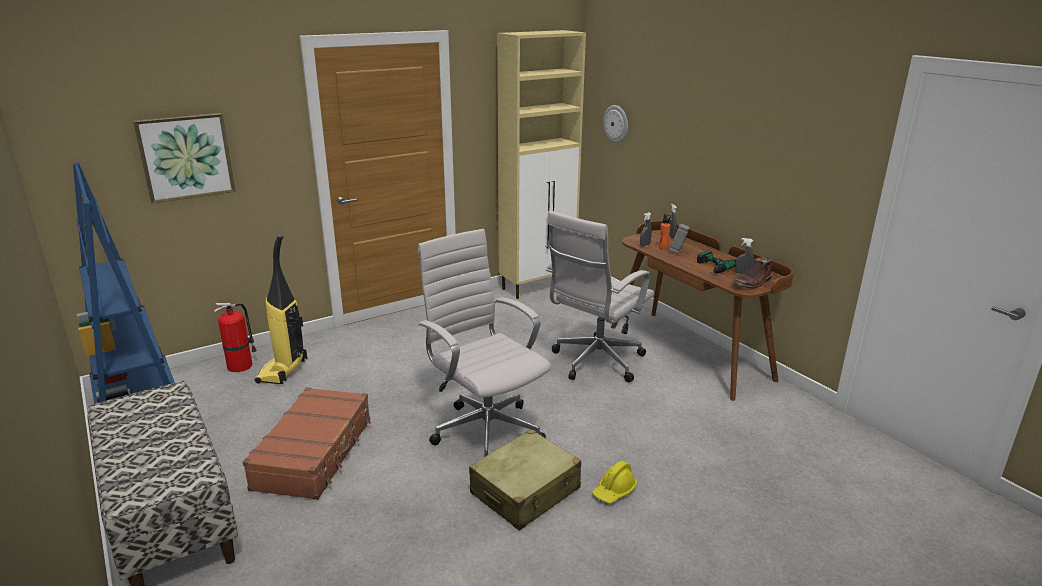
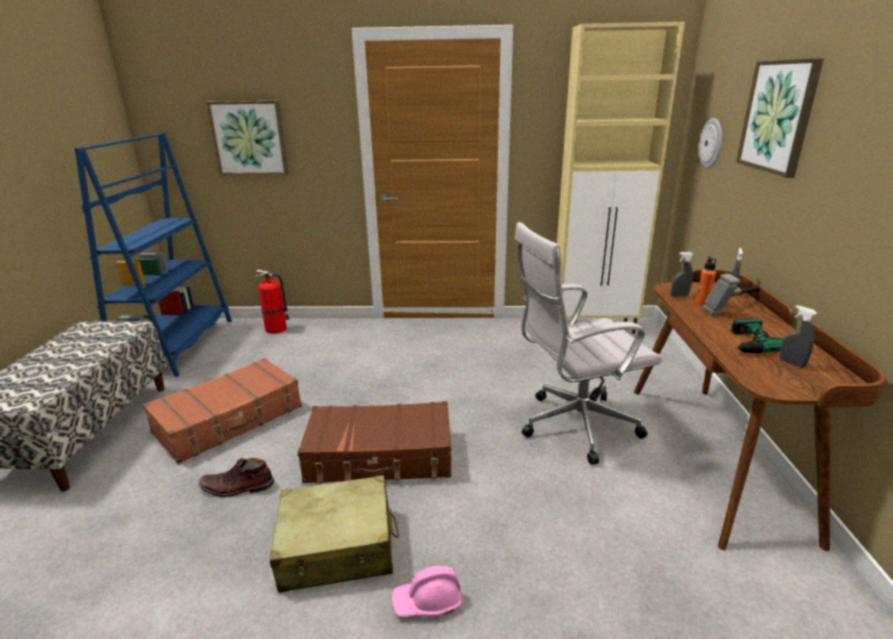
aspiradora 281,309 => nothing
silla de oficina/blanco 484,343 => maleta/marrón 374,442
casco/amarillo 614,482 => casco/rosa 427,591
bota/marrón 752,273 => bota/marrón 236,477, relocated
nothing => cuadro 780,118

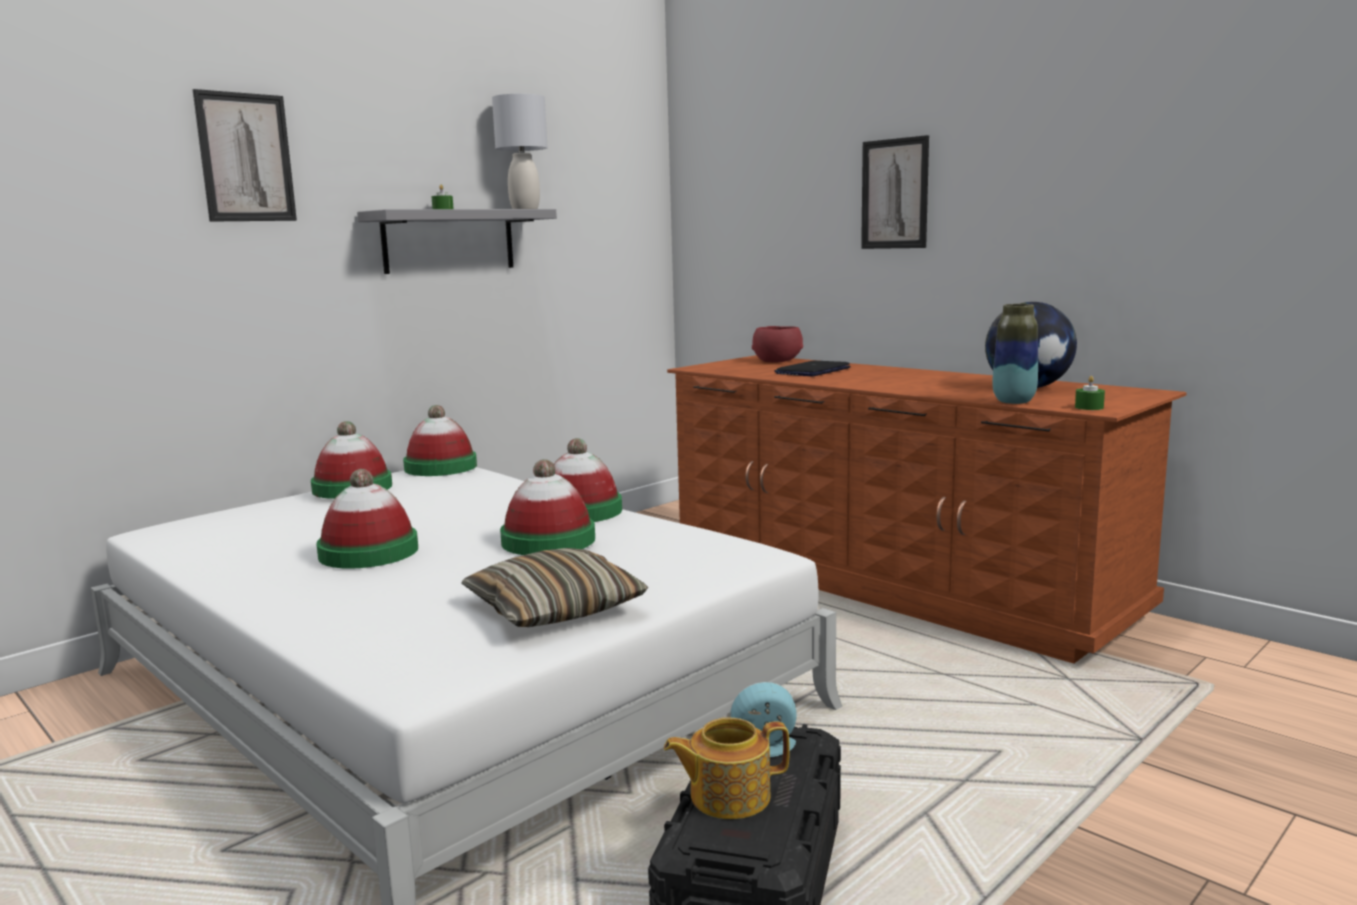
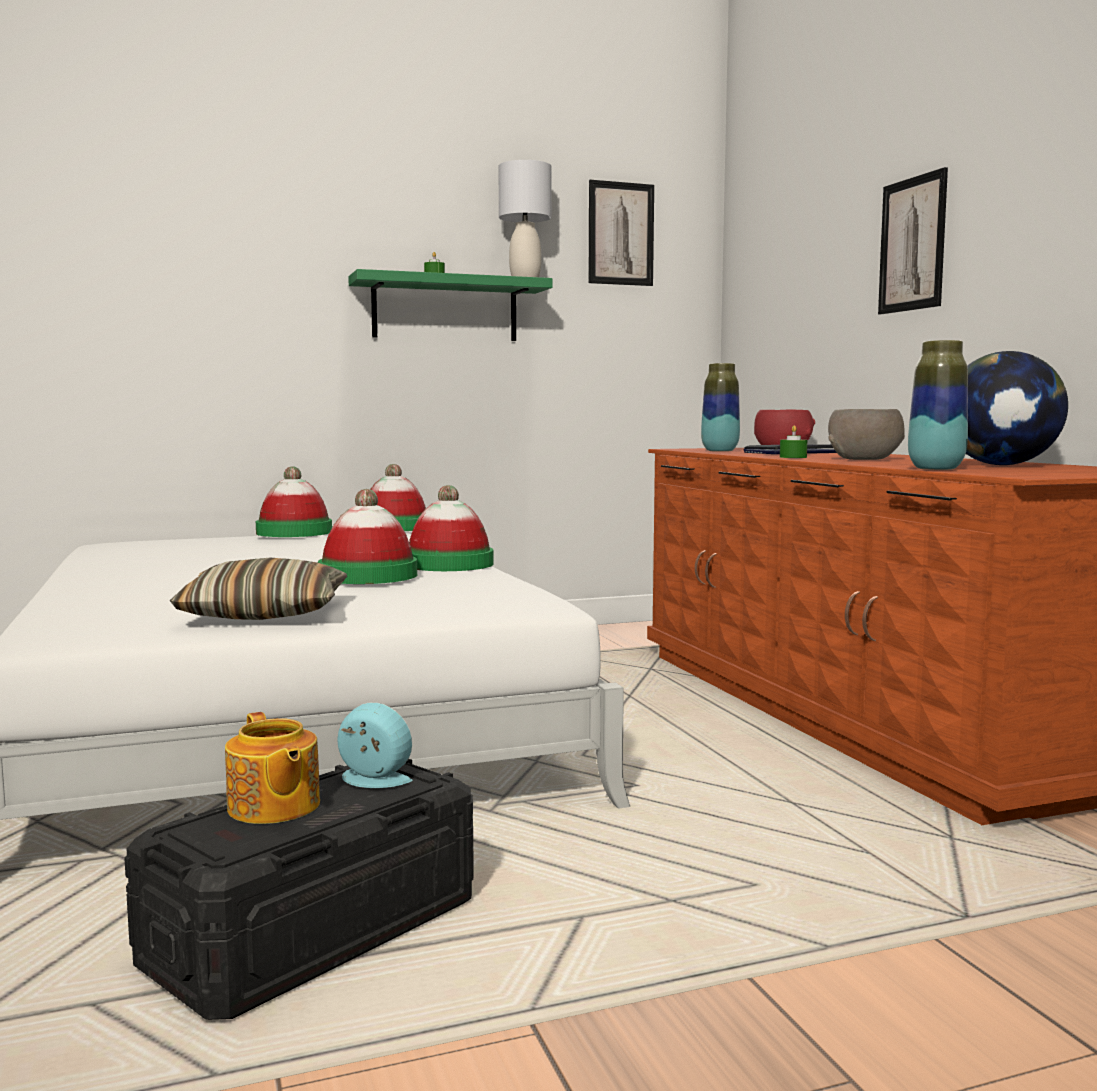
cuadro 244,155 => cuadro 621,233, relocated
sombrero 367,519 => nothing
estante/gris 457,241 => estante/verde 450,305
tetera 727,768 => tetera 272,768, 135 degrees counterclockwise
vela/verde 1090,393 => vela/verde 793,441, relocated
nothing => florero 720,407
nothing => cuenco/gris 866,434

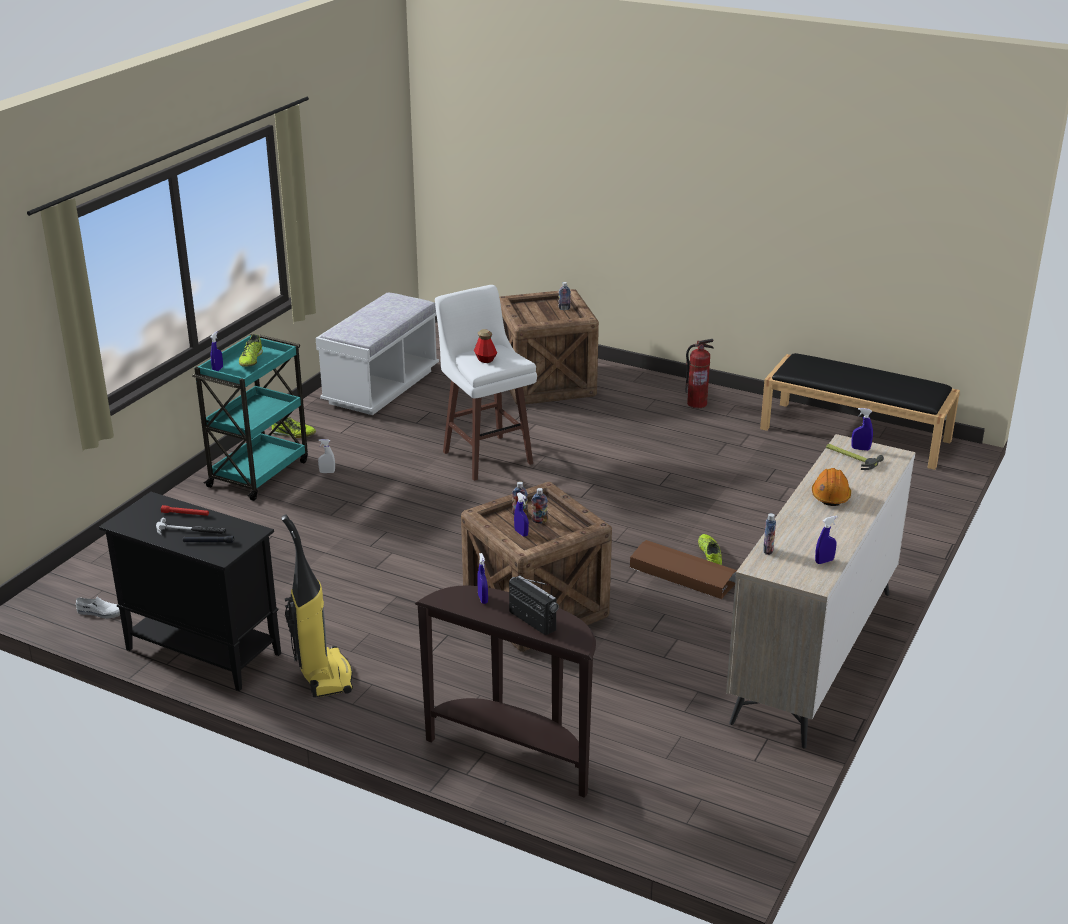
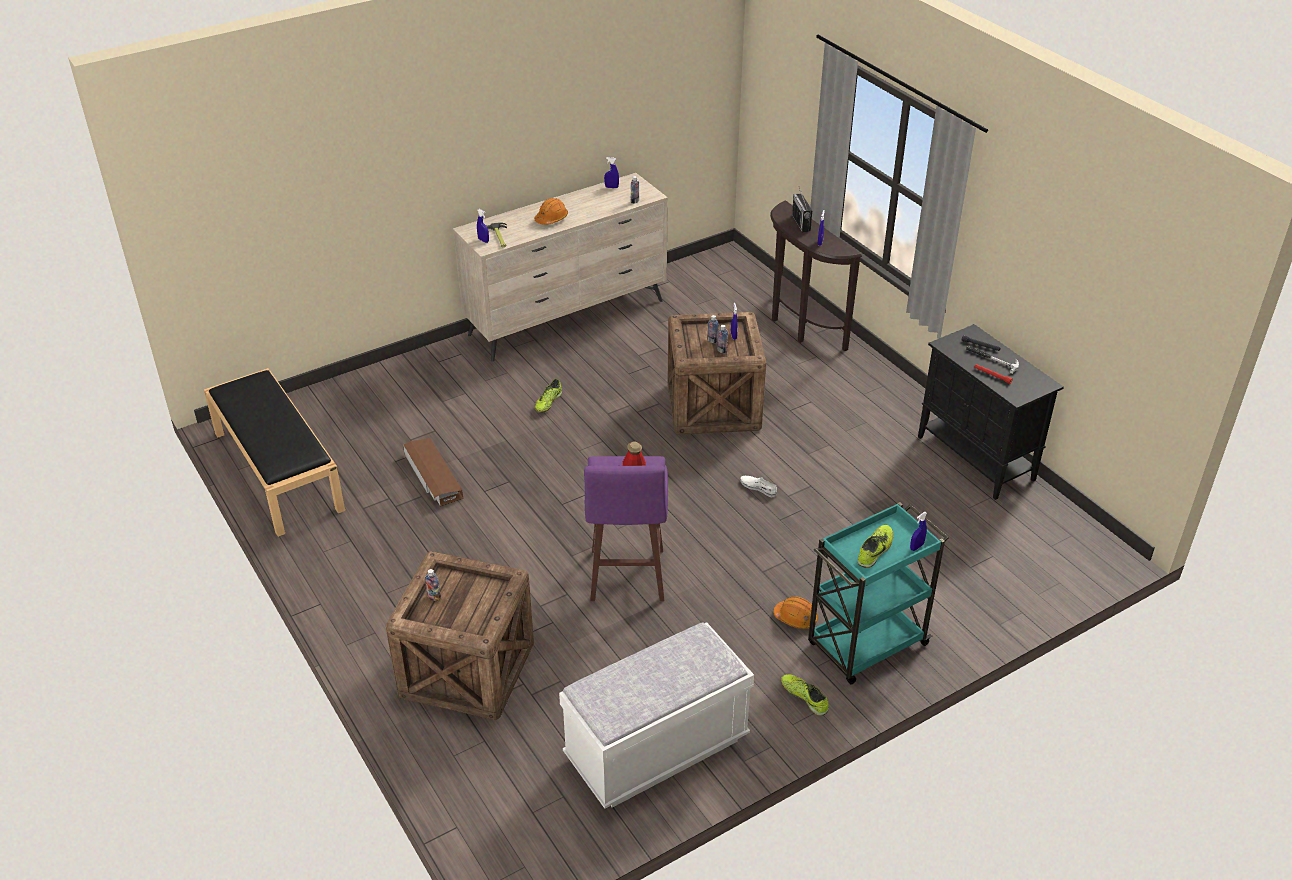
zapato/blanco 98,608 => zapato/blanco 758,486, relocated
aspiradora 317,606 => nothing
pulverizador/blanco 326,456 => casco/naranja 795,612
taburete/blanco 486,383 => taburete/morado 626,528
caja de almacenaje/marrón 683,569 => caja de almacenaje/marrón 433,472, relocated
extintor 699,373 => nothing

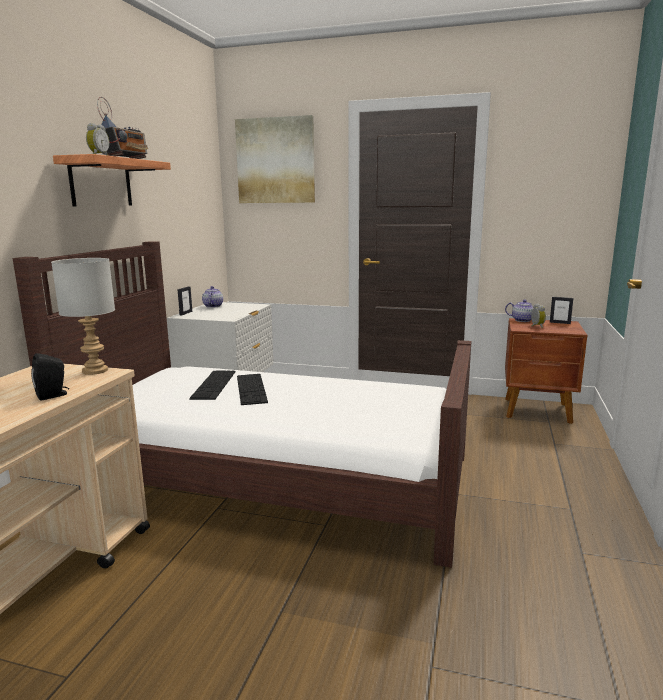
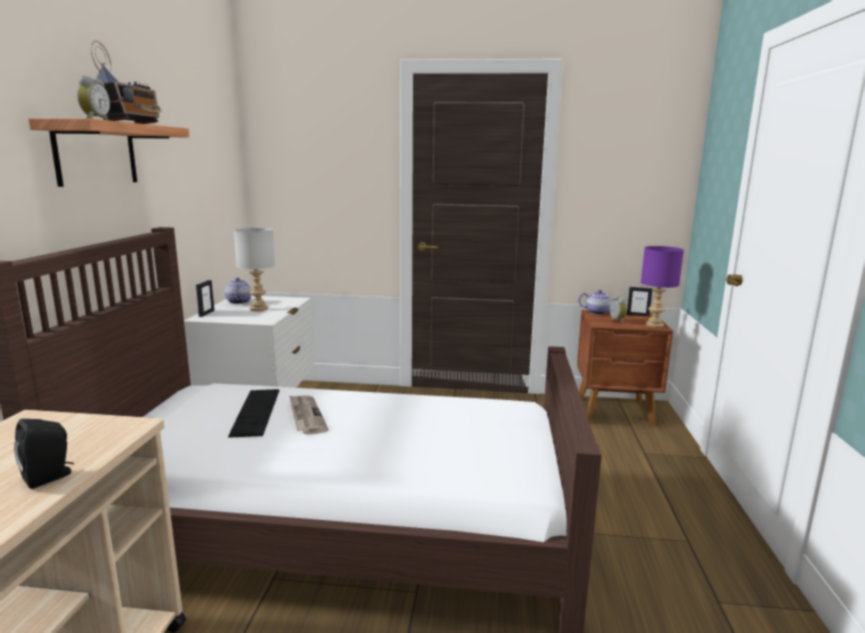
lámpara de mesa/gris 83,316 => lámpara de mesa/gris 254,269, relocated
cuadro 275,159 => nothing
teclado 252,389 => periódico 309,415
nothing => lámpara de mesa/morado 662,287

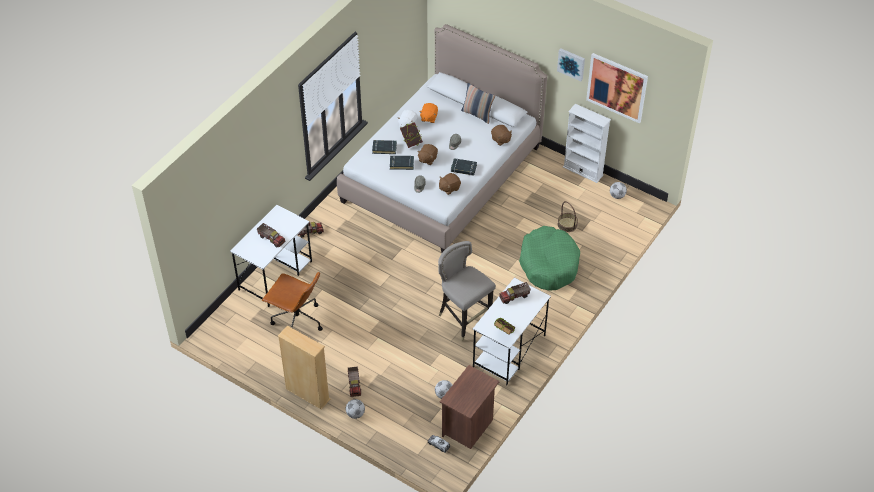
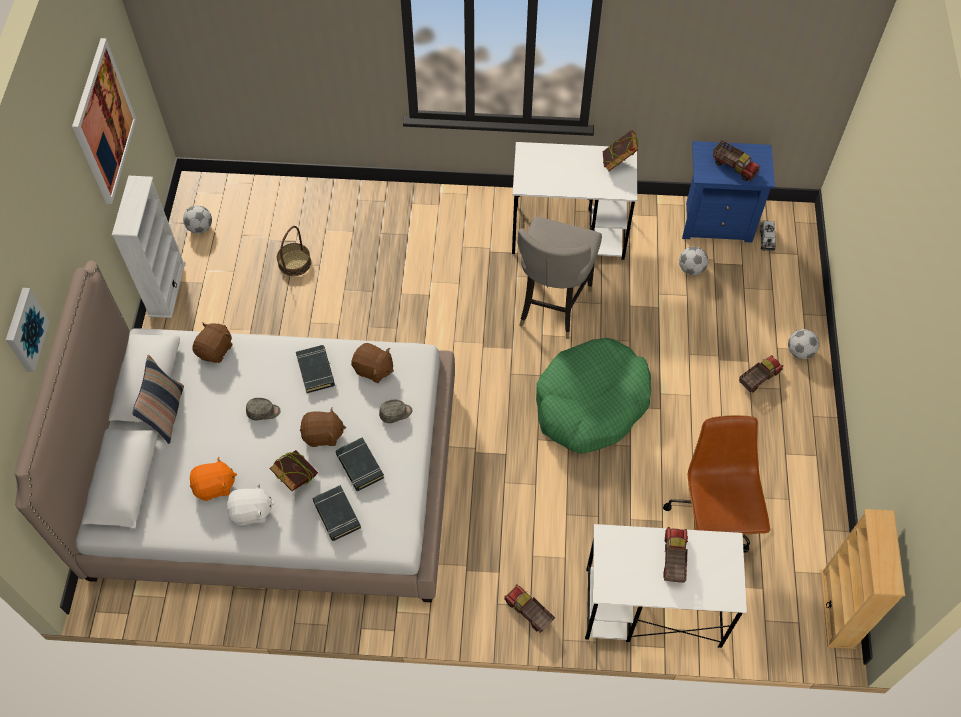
estantería/beis 304,368 => estantería/beis 863,579, relocated
mesita de noche/marrón 469,407 => mesita de noche/azul 728,191
camión de juguete 515,293 => camión de juguete 736,160, relocated
cama para perro/verde 549,258 => cama para perro/verde 593,396, relocated
cuadro 571,64 => cuadro 28,330, relocated

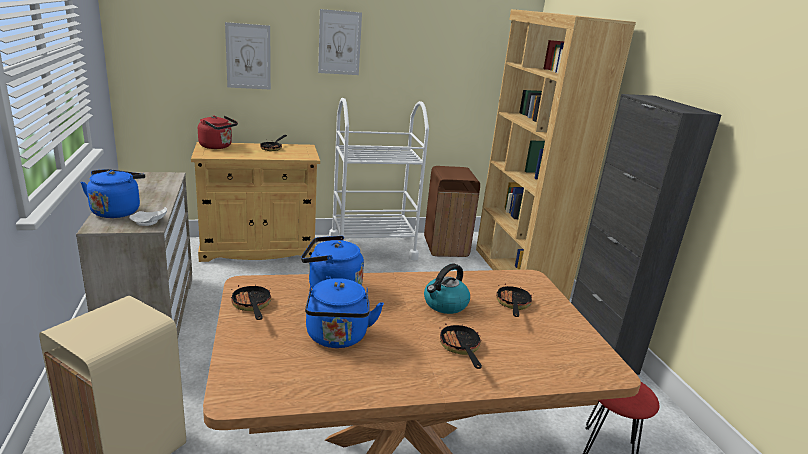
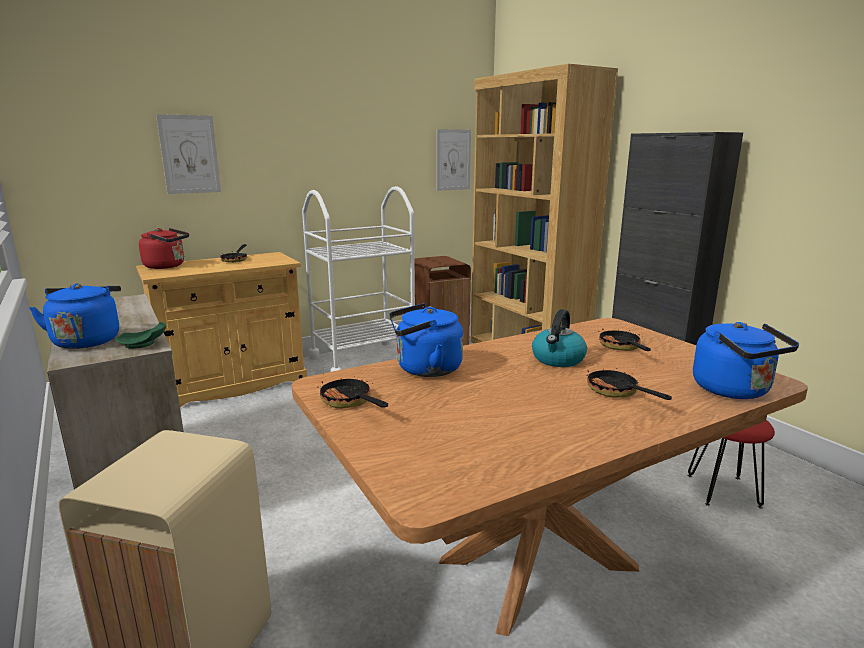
plato/blanco 148,216 => plato/verde 140,335
hervidor/azul 344,313 => hervidor/azul 746,360, relocated
cuadro 340,42 => cuadro 453,160, relocated

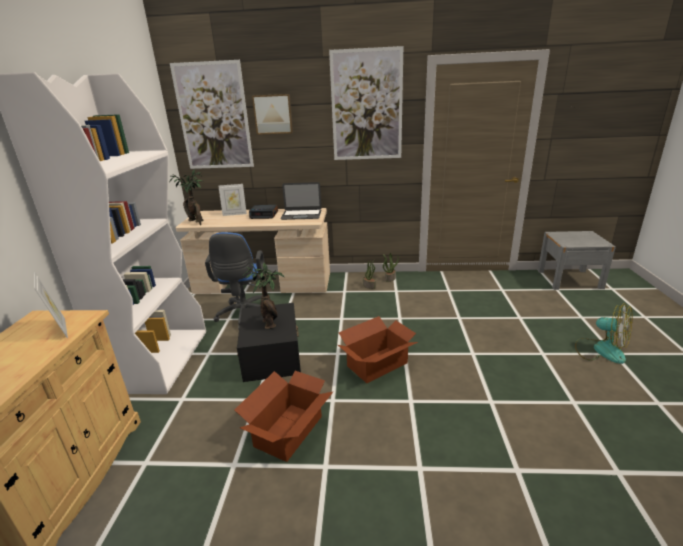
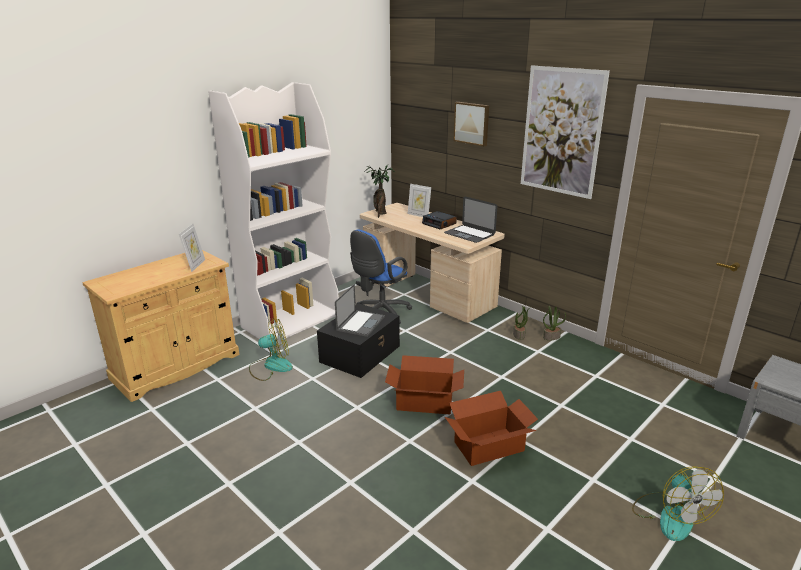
cuadro 212,114 => nothing
caja de cartón 284,416 => caja de cartón 491,428, relocated
planta en maceta 263,296 => portátil 360,310
nothing => ventilador 271,349

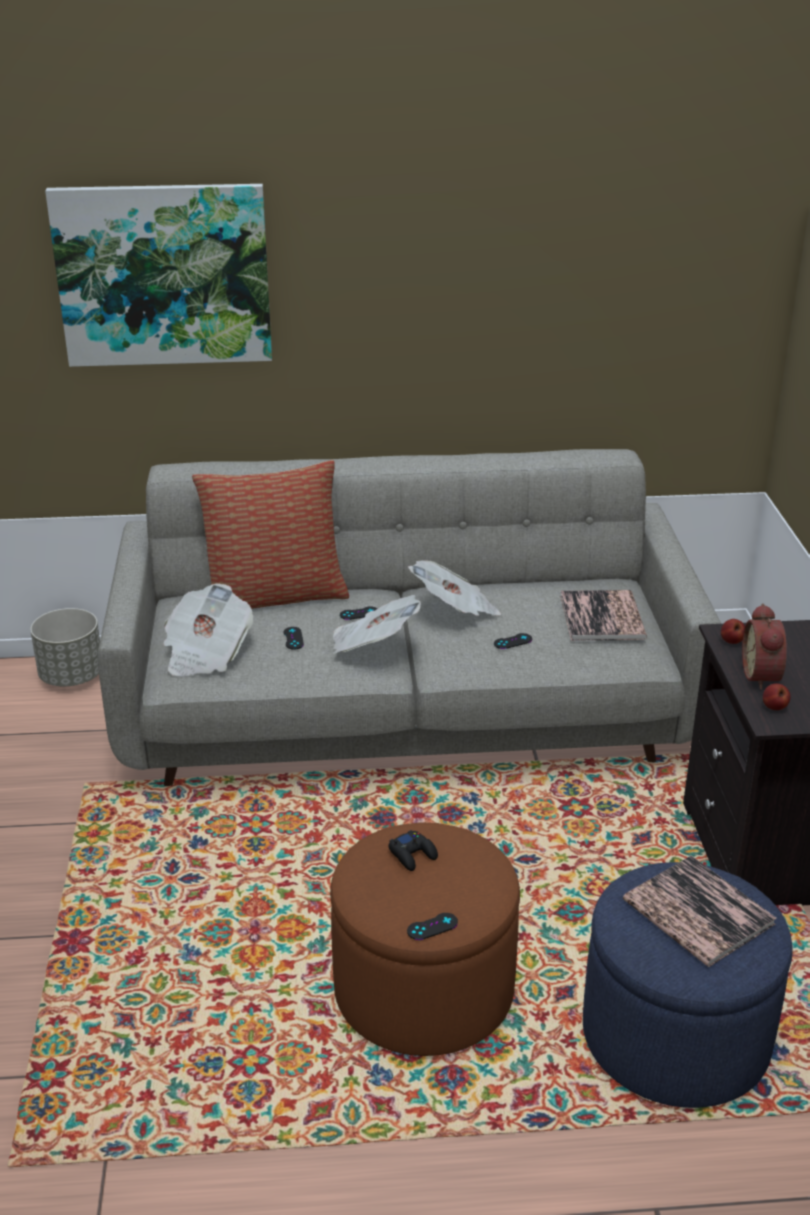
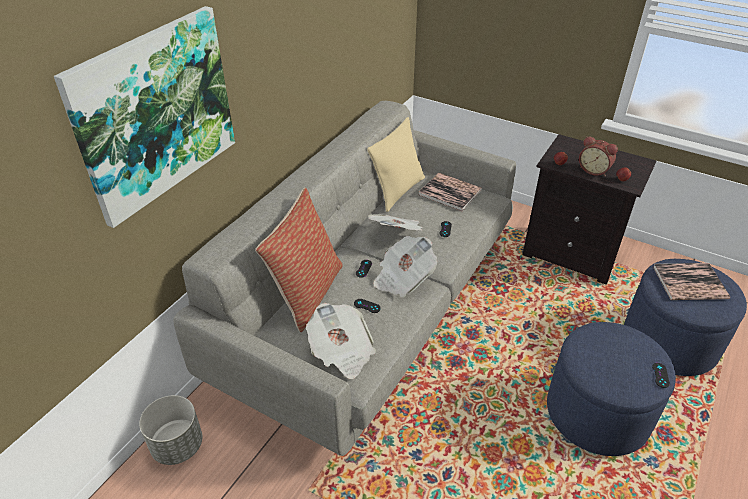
puf/marrón 425,939 => puf/azul 611,389
mando de consola/negro 413,850 => nothing
nothing => cojín/beis 396,164

